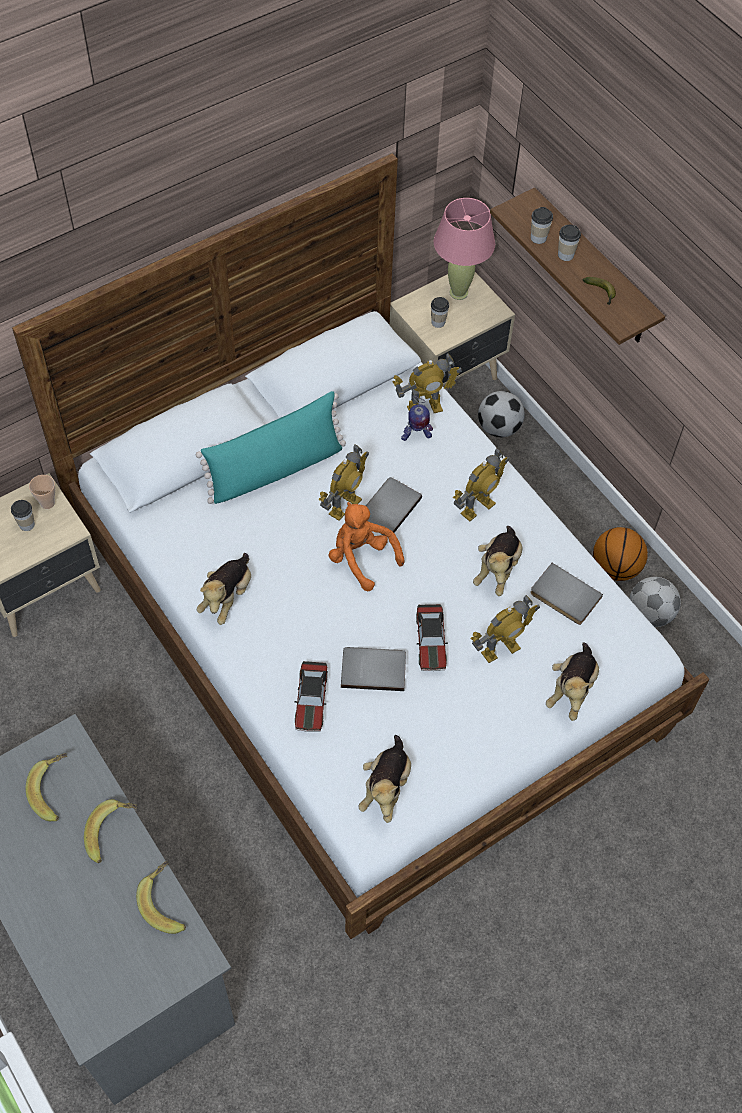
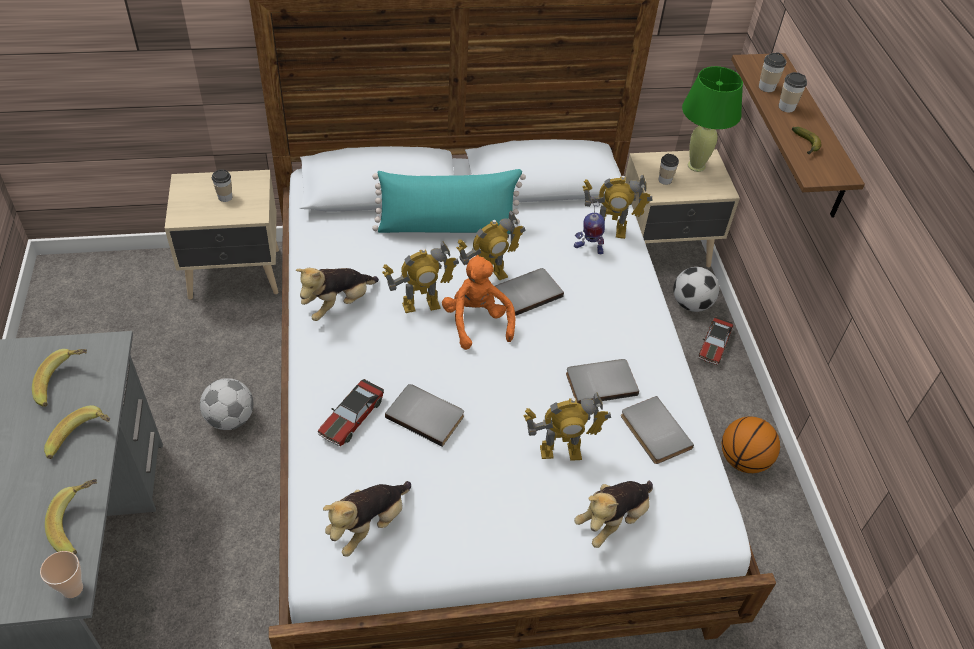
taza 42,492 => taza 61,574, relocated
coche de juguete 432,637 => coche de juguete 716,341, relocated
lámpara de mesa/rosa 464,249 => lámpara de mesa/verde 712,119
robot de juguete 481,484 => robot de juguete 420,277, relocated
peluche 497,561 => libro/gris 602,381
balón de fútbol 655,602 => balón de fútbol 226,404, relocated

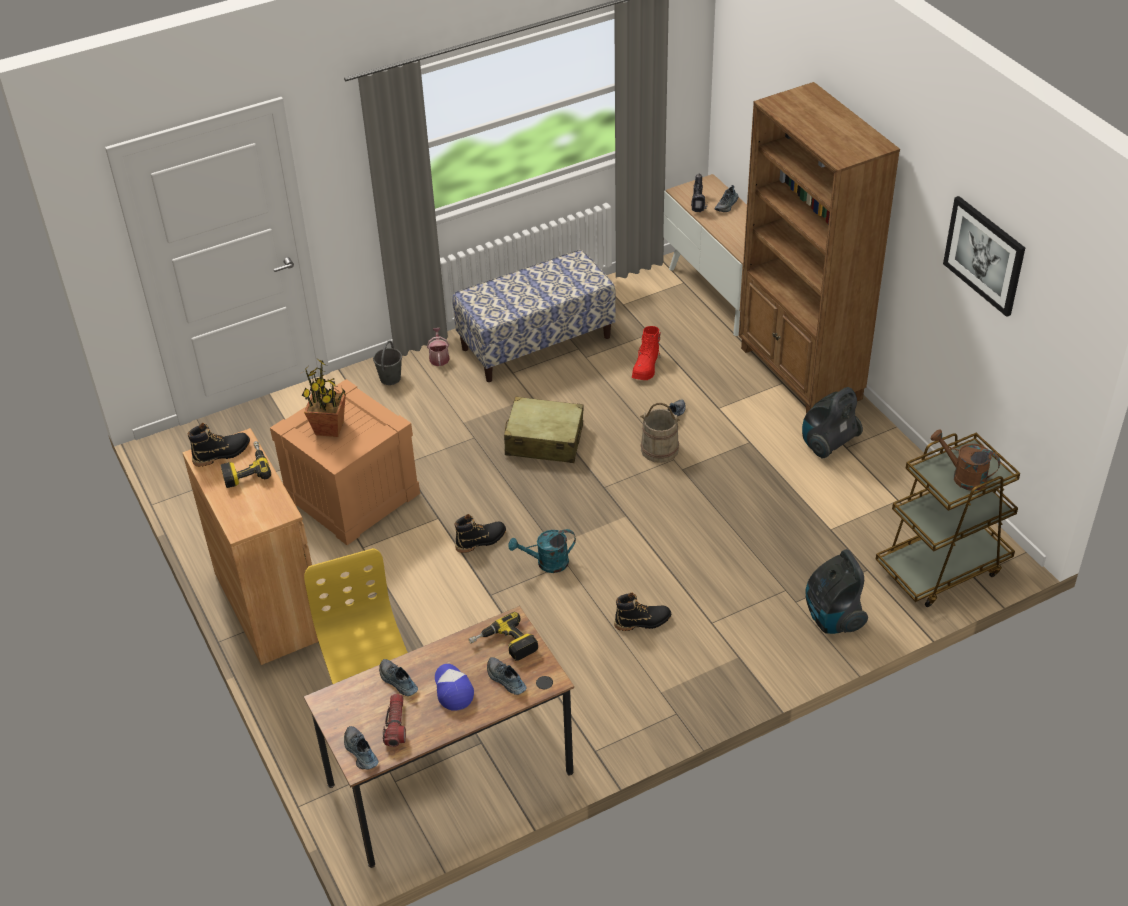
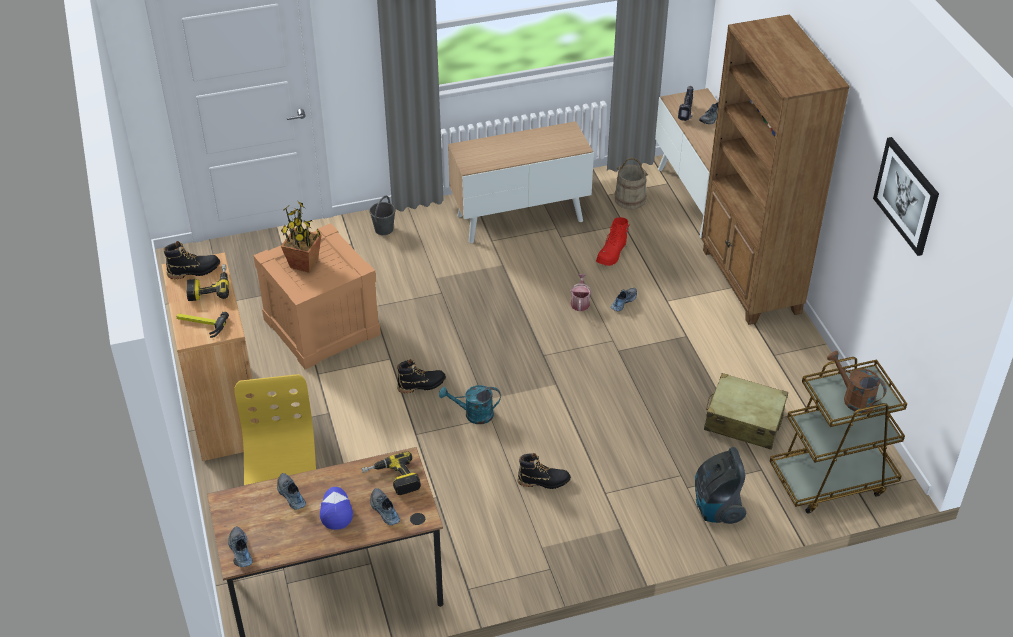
linterna 394,720 => nothing
regadera 438,347 => regadera 581,292, relocated
banco 534,316 => armario 521,182
maleta/beis 544,429 => maleta/beis 746,411, relocated
cubo/beis 660,433 => cubo/beis 632,183, relocated
aspiradora 832,423 => nothing
nothing => martillo 202,325

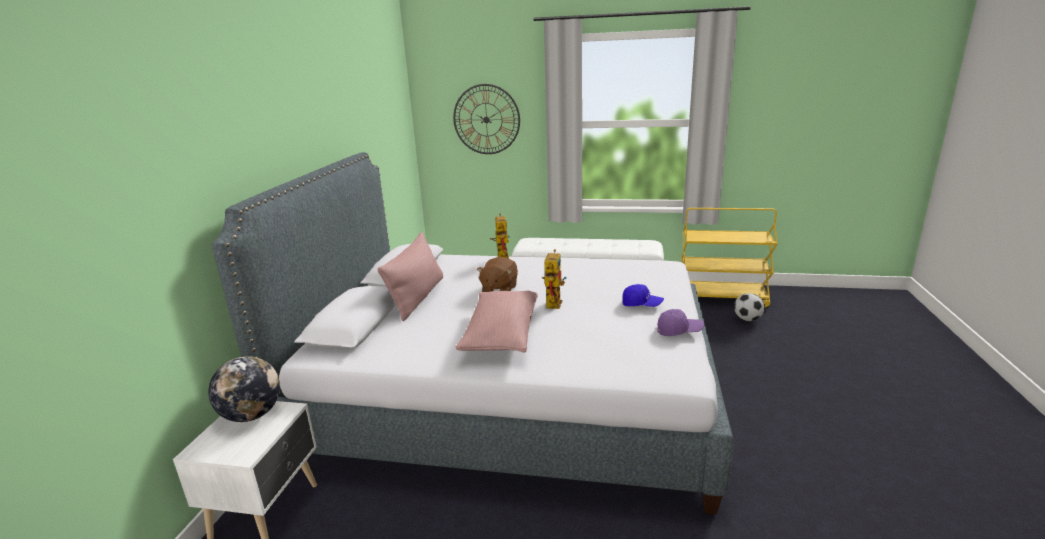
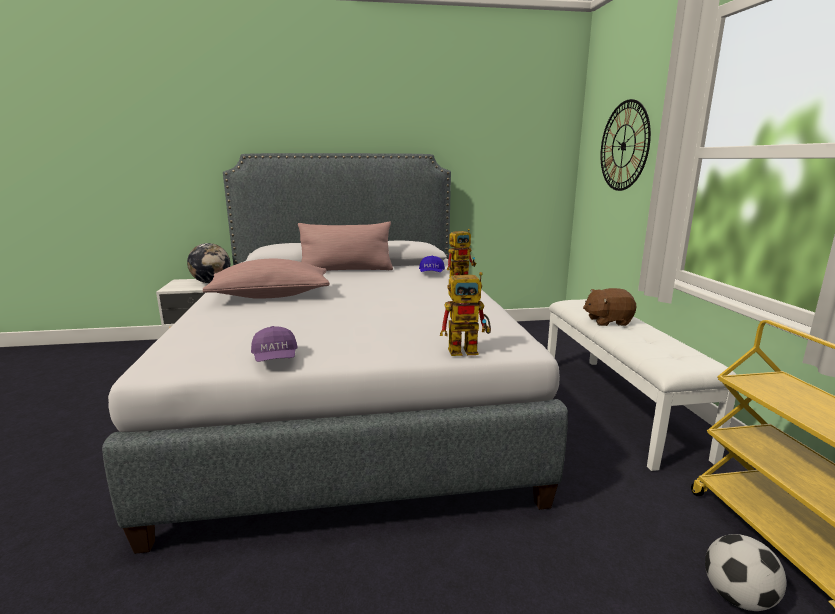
peluche/marrón 497,274 => peluche/marrón 609,307, relocated
robot de juguete 554,279 => robot de juguete 465,314, relocated
gorra/azul 643,295 => gorra/azul 432,264, relocated

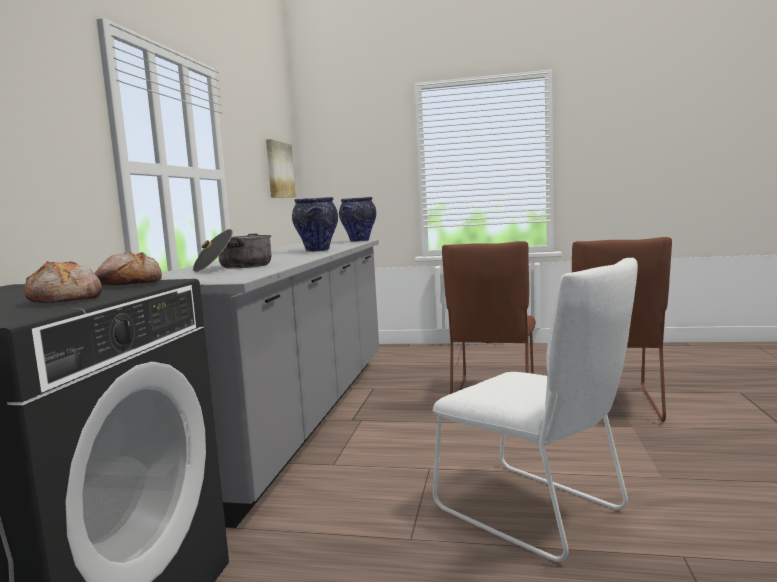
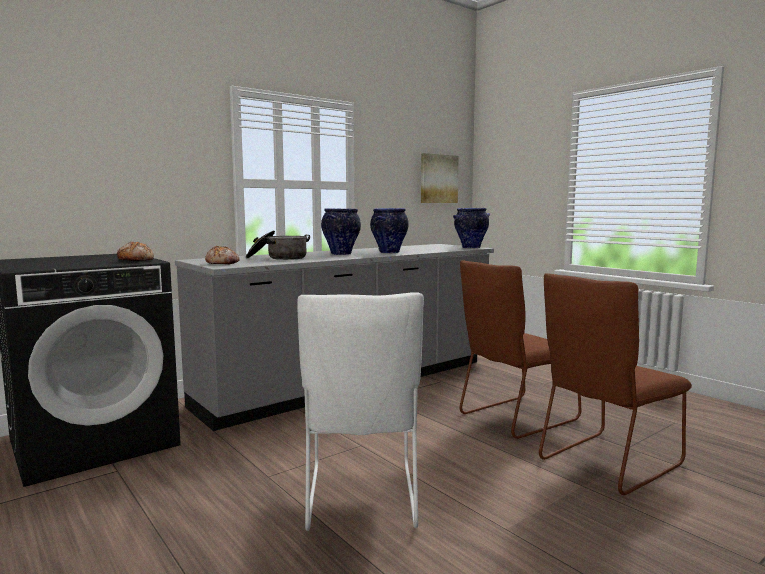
pan 63,282 => pan 222,255, relocated
nothing => florero 341,231

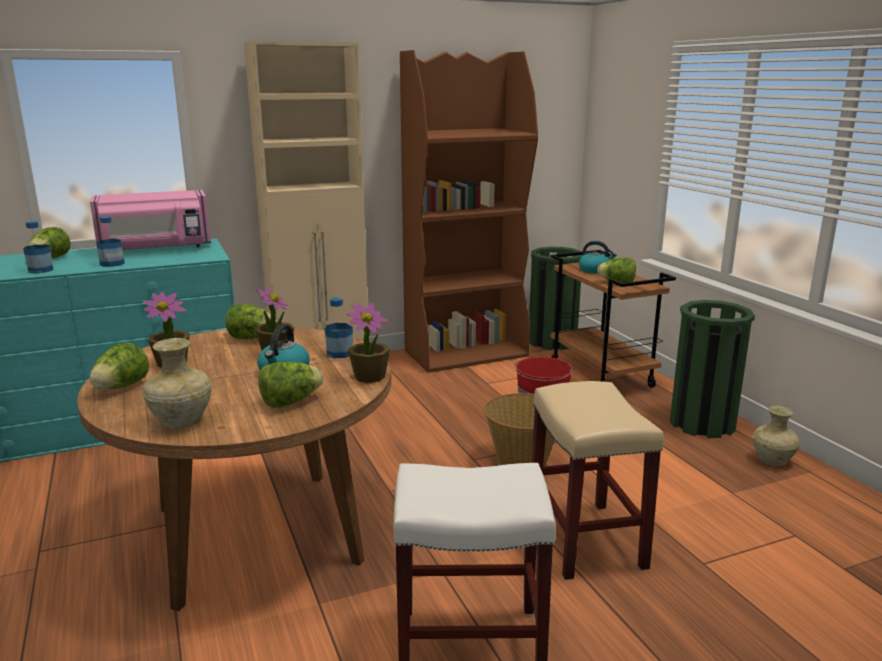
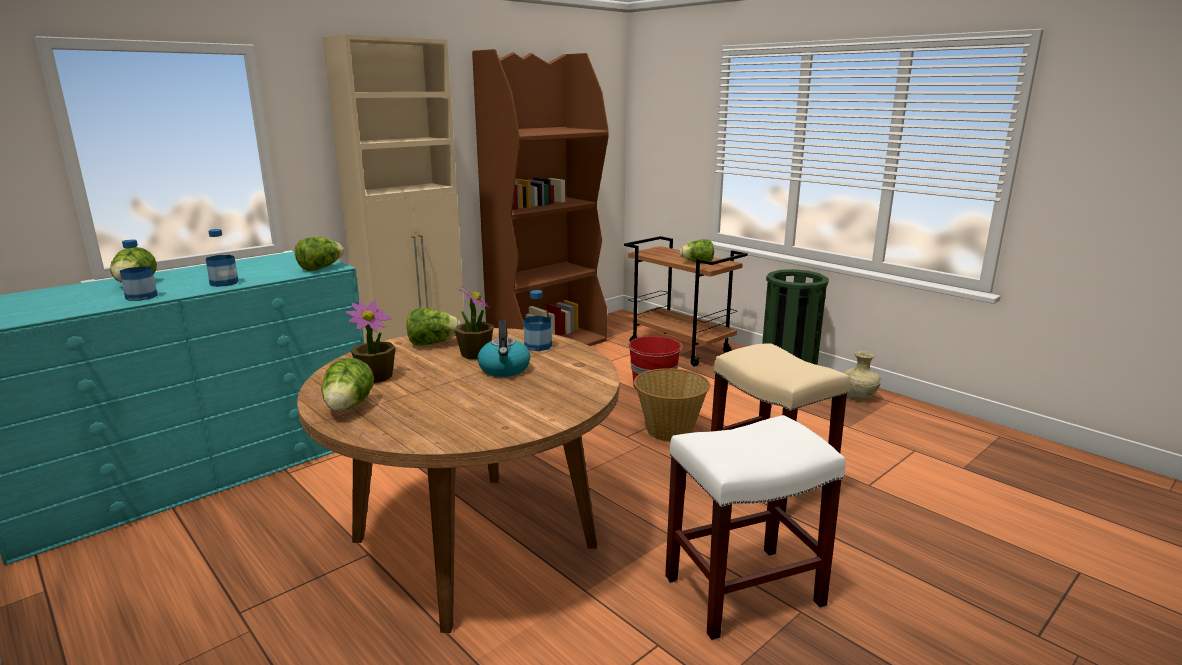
microondas/rosa 150,220 => nothing
florero/beis 177,383 => nothing
lechuga 290,385 => lechuga 319,254, relocated
planta en maceta 368,343 => nothing
papelera/verde 556,298 => nothing
hervidor 598,257 => nothing

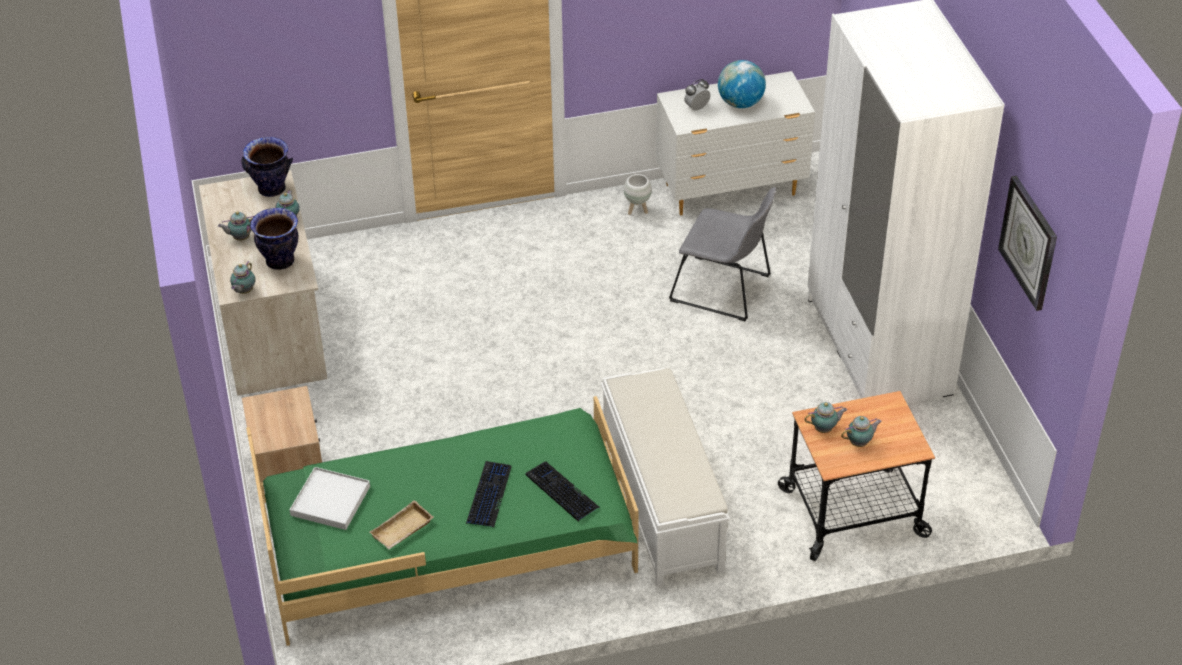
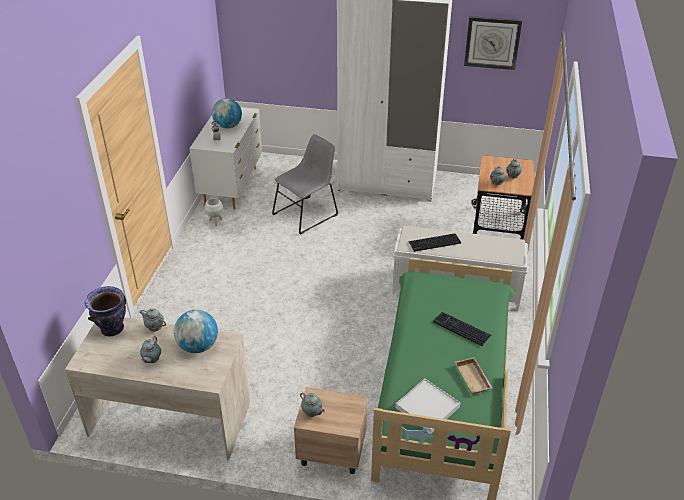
tetera 243,277 => tetera 312,404, relocated
florero 274,239 => globo terráqueo 196,331
teclado 563,492 => teclado 434,242, relocated

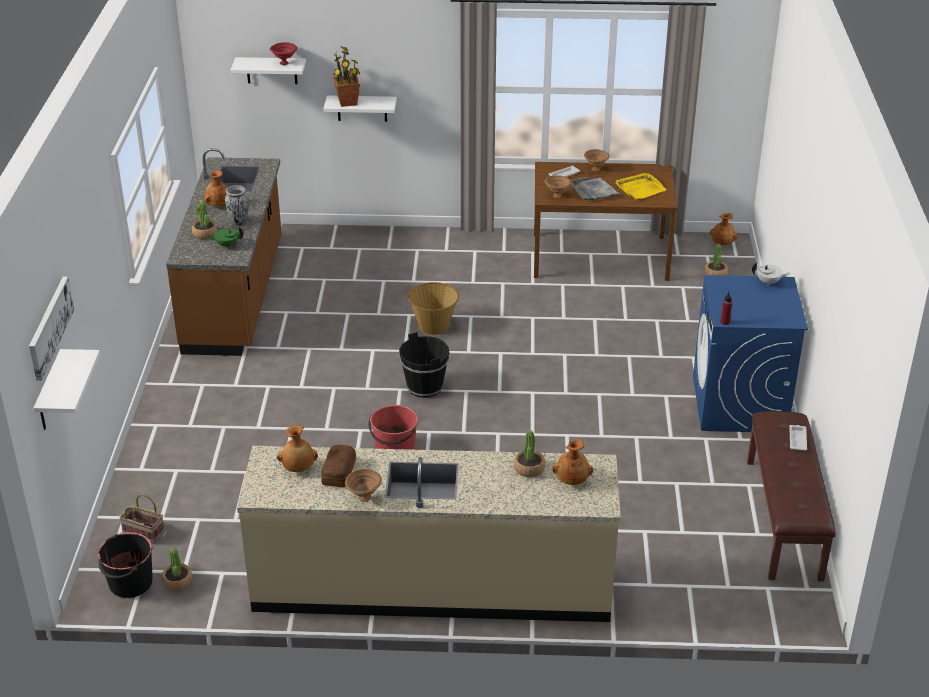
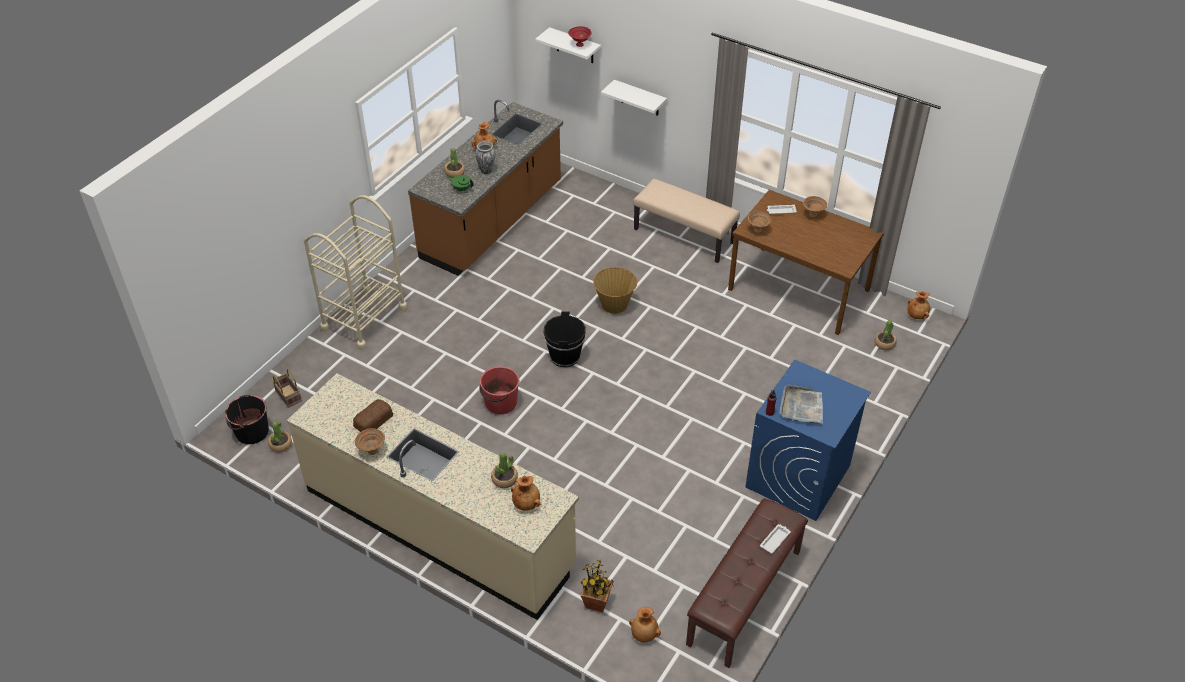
cuadro 51,328 => nothing
estante/blanco 66,389 => nothing
florero/marrón 297,448 => florero/marrón 645,625, relocated
planta en maceta 347,76 => planta en maceta 597,586, relocated
bandeja/gris 595,188 => bandeja/gris 801,404, relocated
bandeja/amarillo 641,186 => nothing
tetera/blanco 771,273 => nothing
nothing => carrito/beis 356,273
nothing => banco/beis 686,221

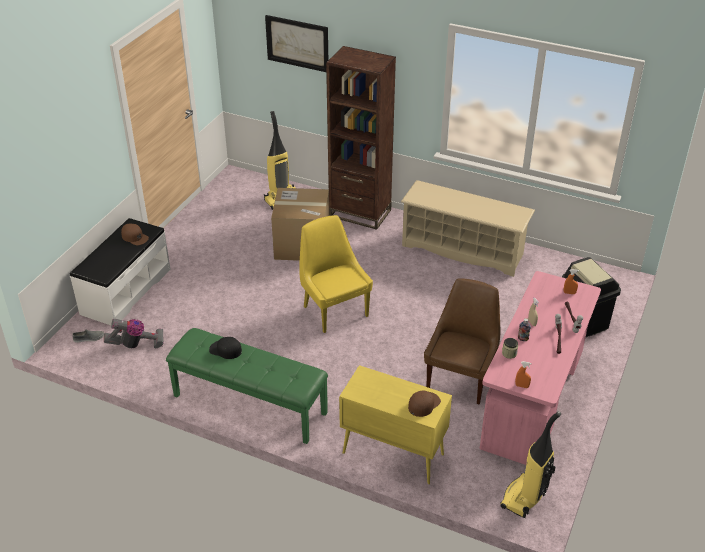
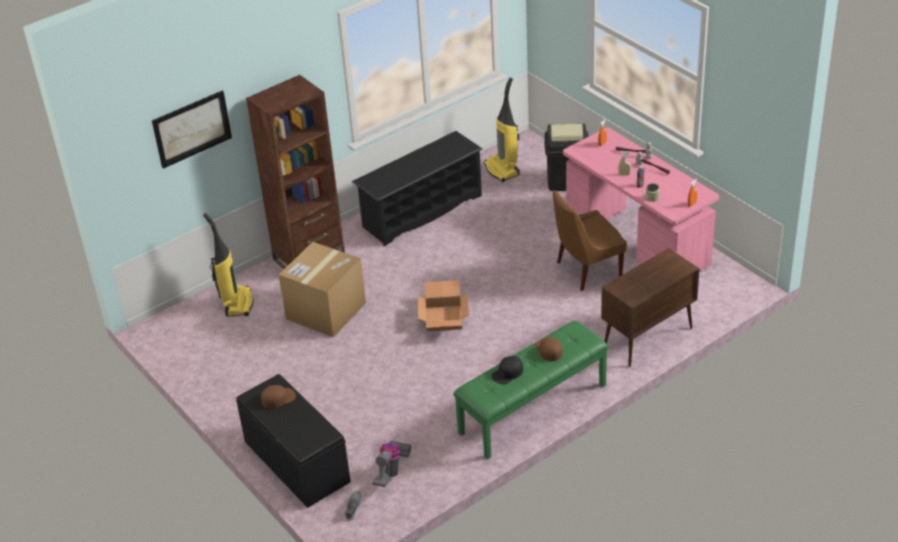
banco/blanco 120,271 => banco/negro 293,441
silla/amarillo 336,274 => caja de cartón 443,306
armario/amarillo 395,424 => armario/marrón 650,307
zapatero/beis 468,228 => zapatero/negro 417,188
gorra/marrón 424,403 => gorra/marrón 549,349, relocated
silla/marrón 462,341 => silla/marrón 590,240, 75 degrees counterclockwise
aspiradora 530,464 => aspiradora 501,130, relocated

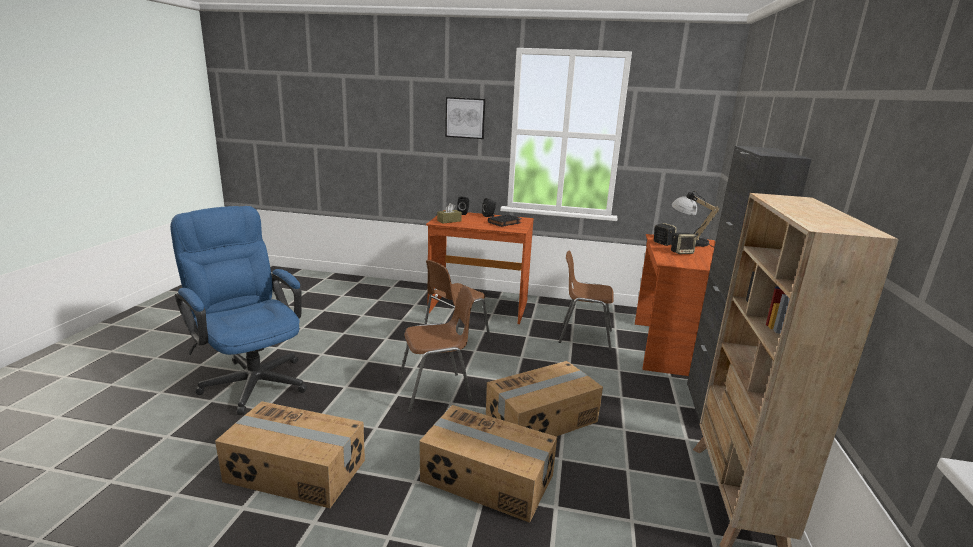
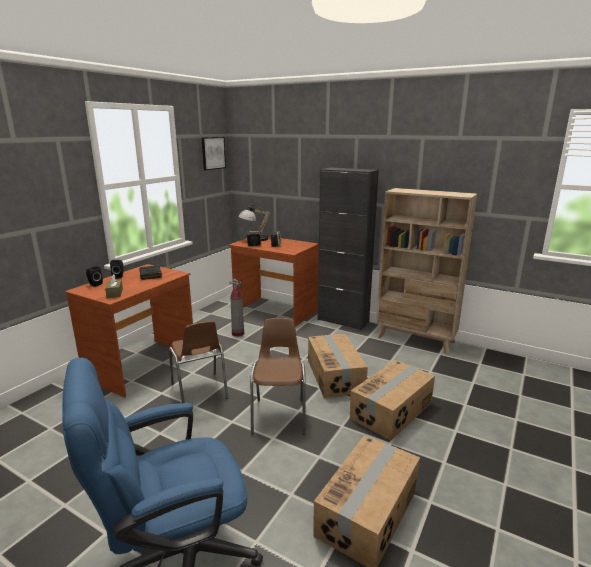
cuadro 465,118 => cuadro 213,153, relocated
silla/marrón 586,300 => extintor 236,308

